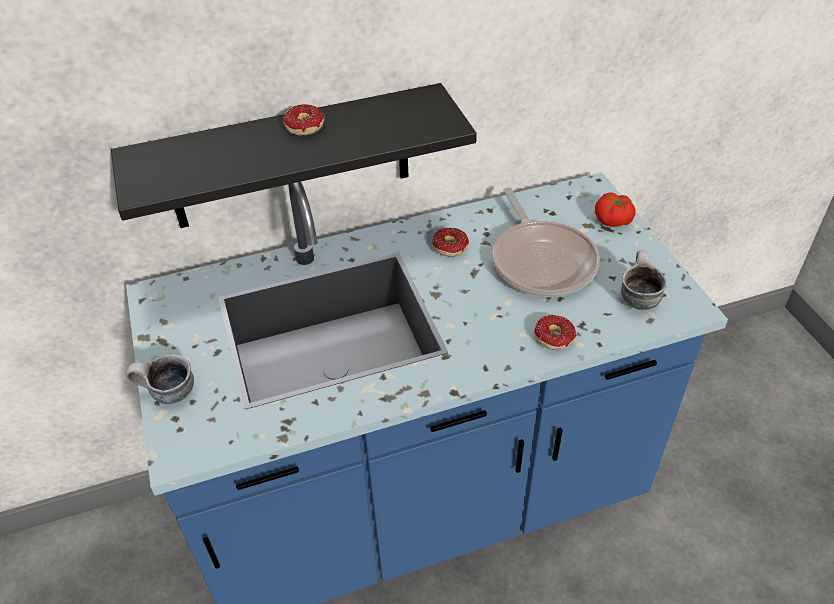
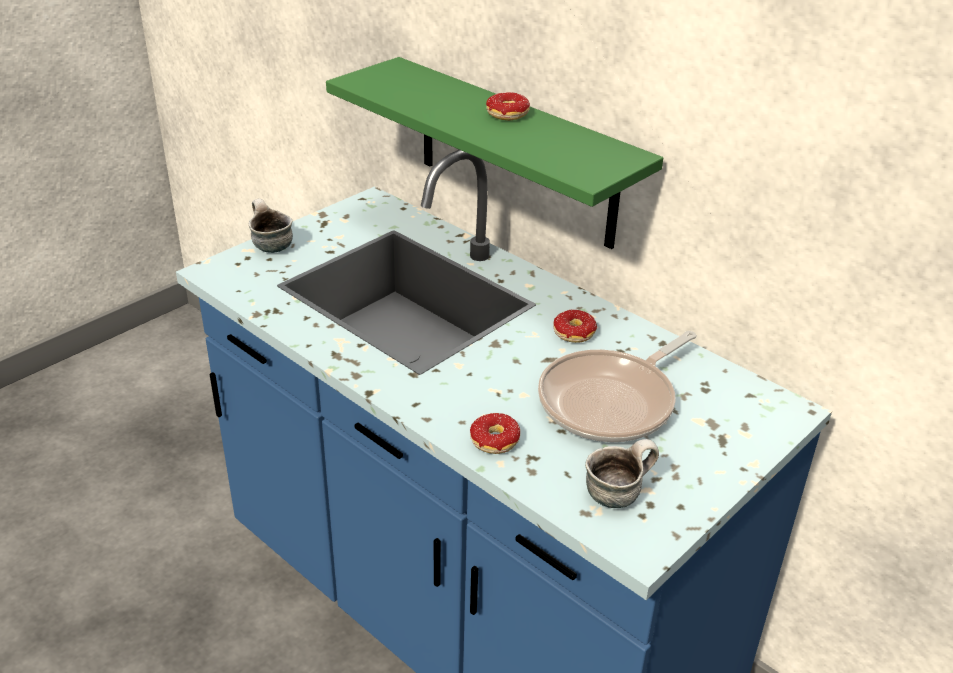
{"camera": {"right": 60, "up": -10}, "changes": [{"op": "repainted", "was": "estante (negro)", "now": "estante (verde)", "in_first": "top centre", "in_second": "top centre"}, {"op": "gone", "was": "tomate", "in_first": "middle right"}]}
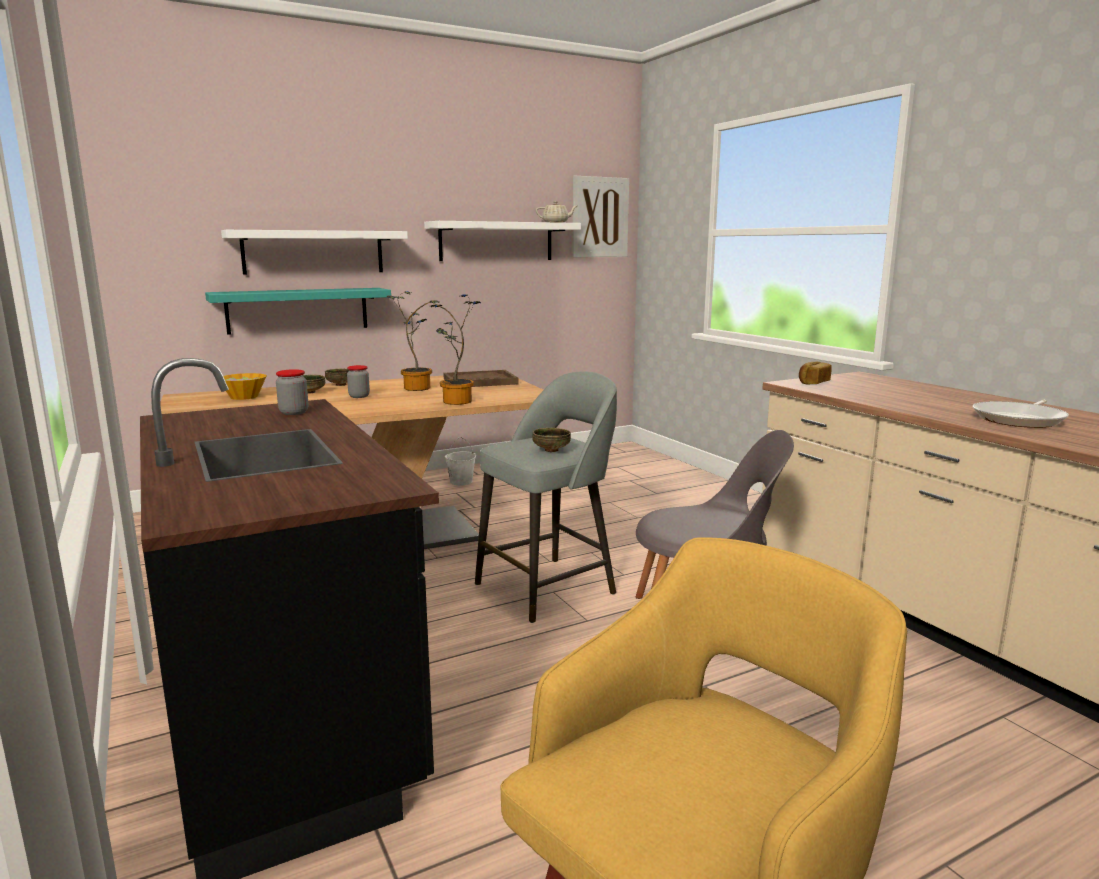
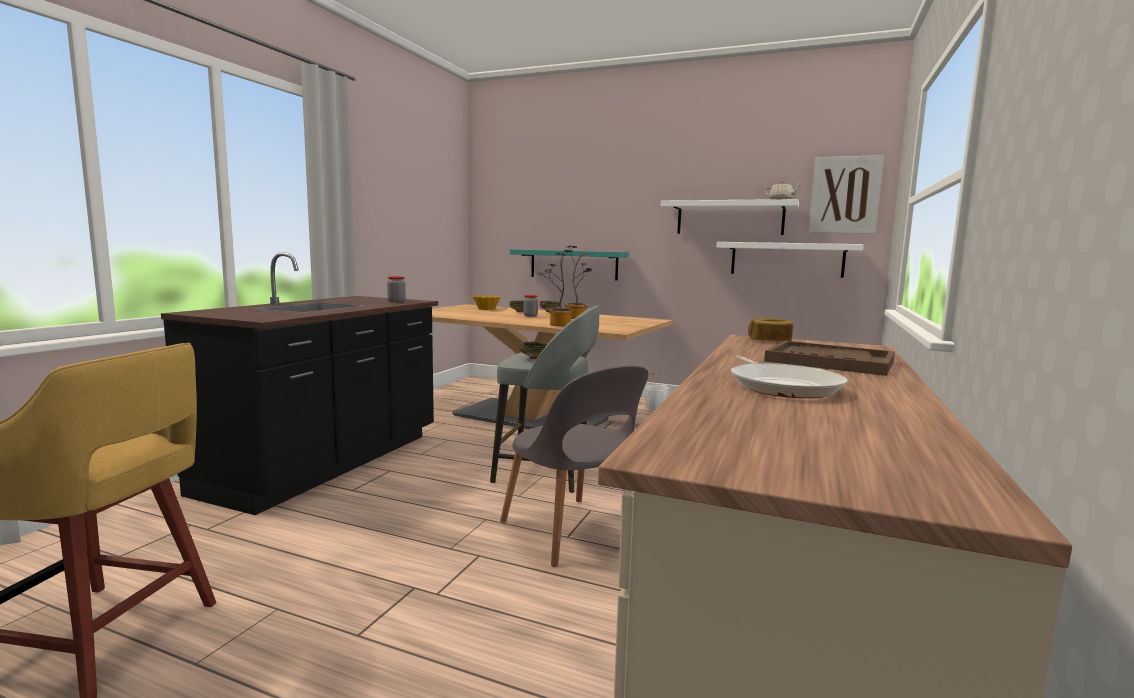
{"camera": {"right": 50, "up": -5}, "changes": [{"op": "shifted", "was": "estante (blanco) (no. 1 from left in the first image)", "now": "estante (blanco) (no. 2 from left)", "in_first": "top left", "in_second": "middle right"}, {"op": "rotated", "was": "sartén", "in_first": "middle right", "in_second": "middle right", "clockwise": -105}, {"op": "shifted", "was": "bandeja (marrón)", "in_first": "centre", "in_second": "middle right"}]}
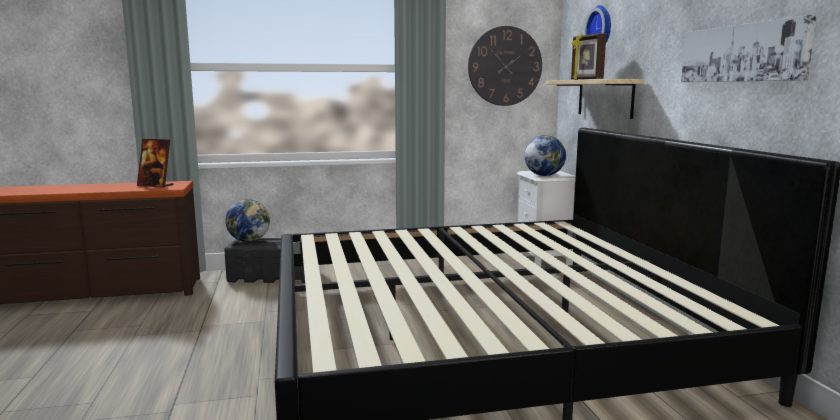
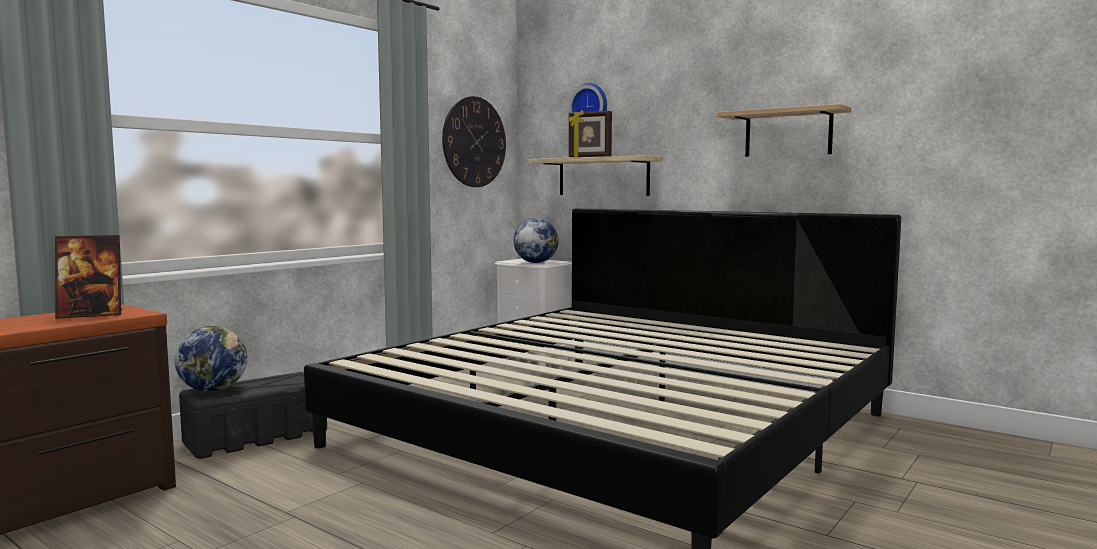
{"camera": {"right": -40, "up": -5}, "changes": [{"op": "swapped", "was": "cuadro", "now": "estante (no. 2 from left)", "in_first": "top right", "in_second": "top right"}]}
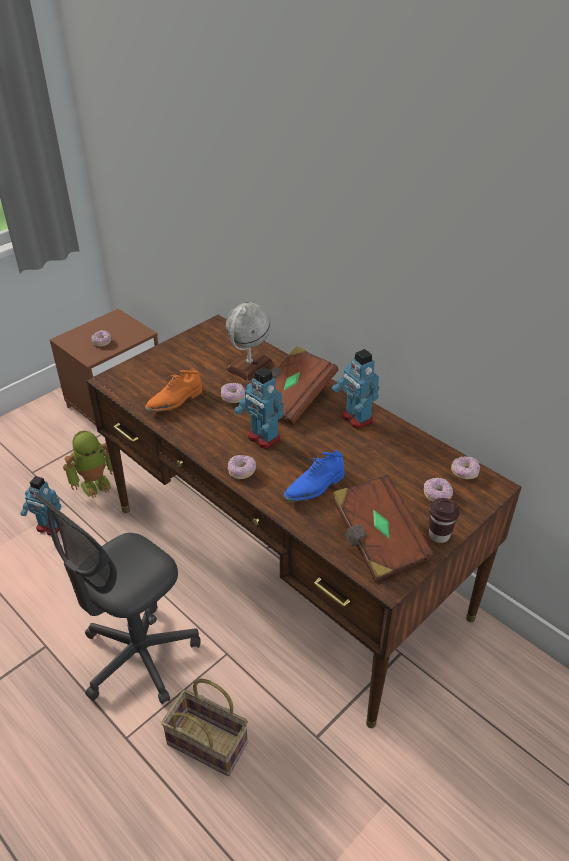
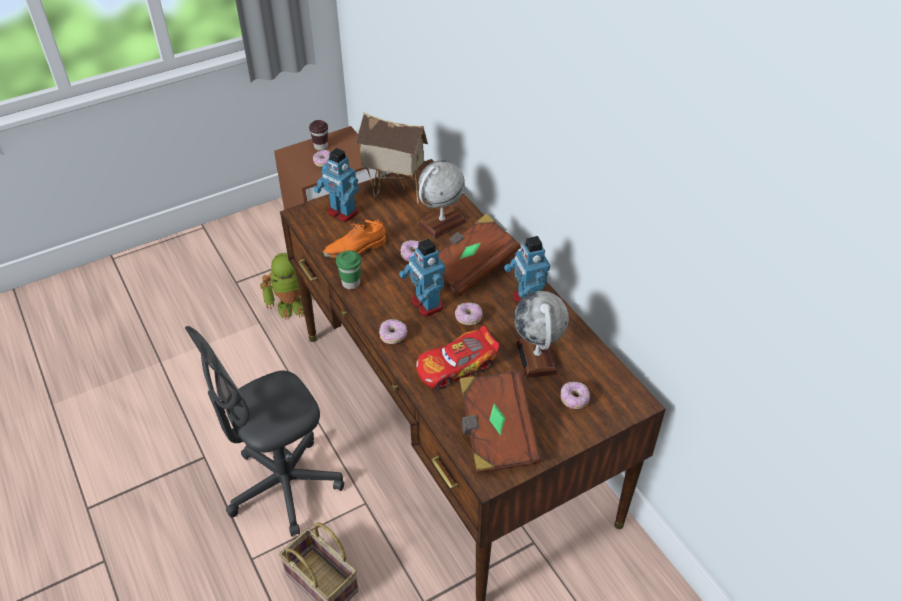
{"camera": {"right": 15, "up": 5}, "changes": [{"op": "shifted", "was": "taza (marrón)", "in_first": "middle right", "in_second": "top centre"}, {"op": "shifted", "was": "robot de juguete (no. 1 from left in the first image)", "now": "robot de juguete (no. 2 from left)", "in_first": "middle left", "in_second": "top centre"}, {"op": "new", "now": "taza (verde)", "in_second": "centre"}, {"op": "new", "now": "casita", "in_second": "top centre"}, {"op": "swapped", "was": "zapato (azul)", "now": "coche de juguete", "in_first": "centre", "in_second": "centre"}, {"op": "shifted", "was": "rosquilla (no. 5 from left in the first image)", "now": "rosquilla (no. 4 from left)", "in_first": "middle right", "in_second": "centre"}, {"op": "new", "now": "globo terráqueo (no. 2 from left)", "in_second": "centre"}]}
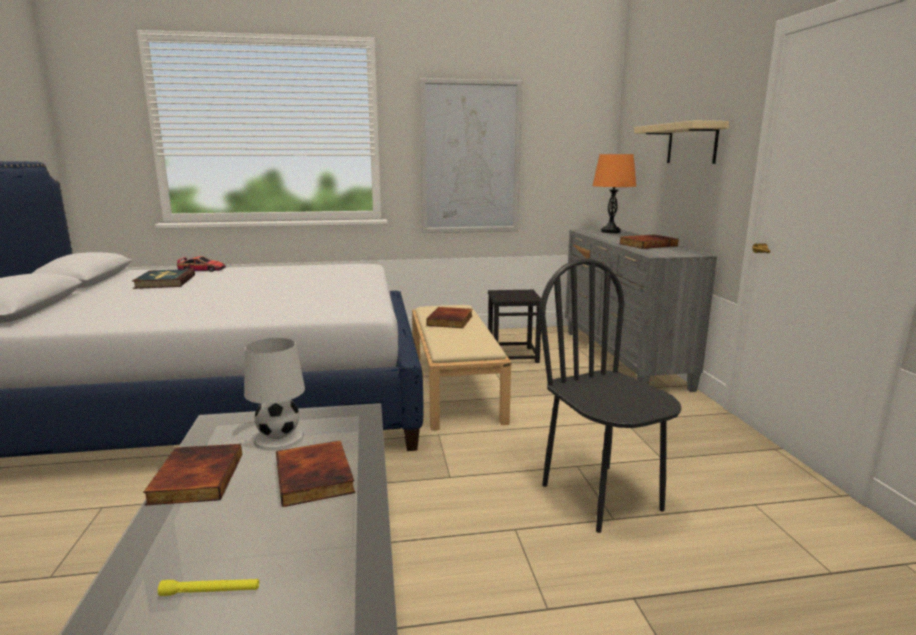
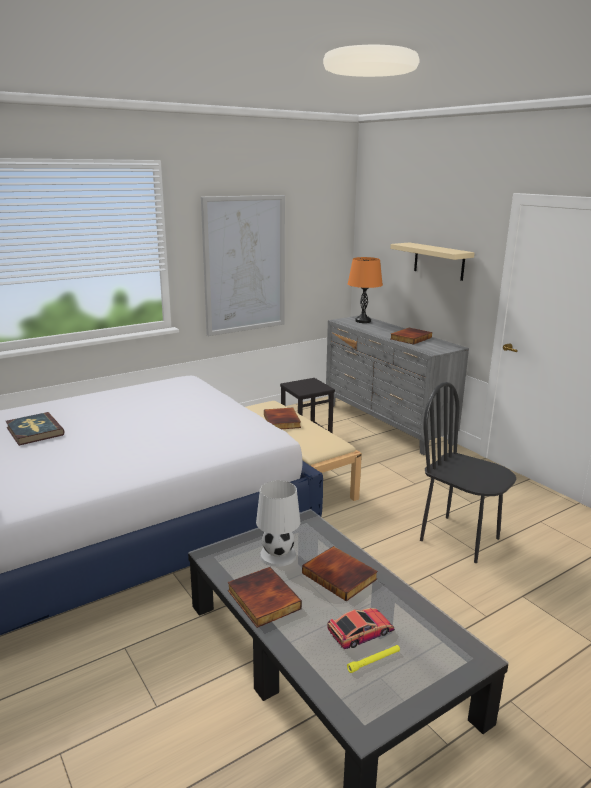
{"camera": {"right": -25, "up": 5}, "changes": [{"op": "shifted", "was": "coche de juguete", "in_first": "middle left", "in_second": "bottom centre"}]}
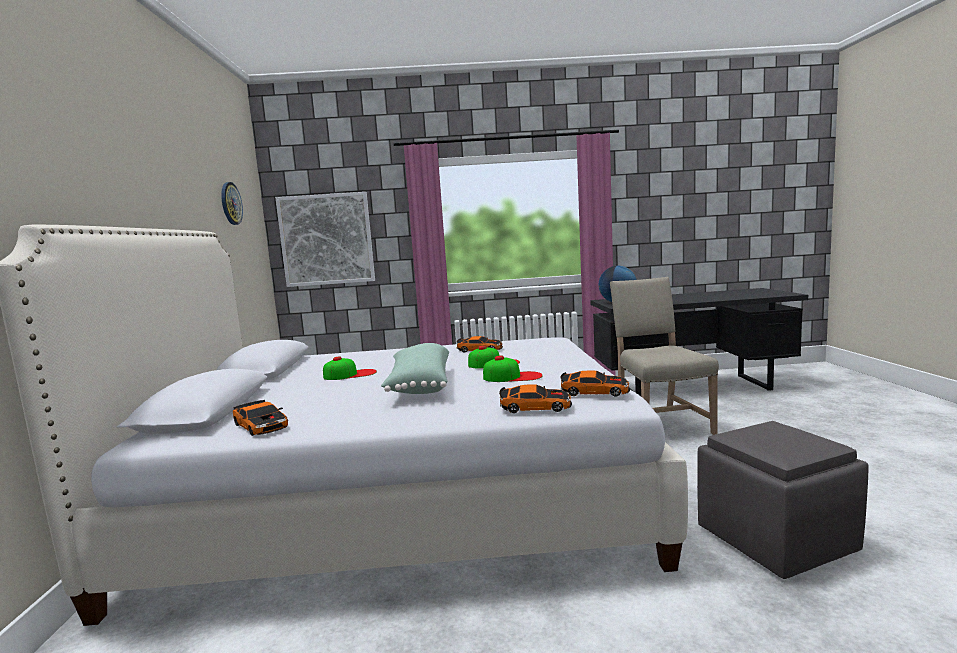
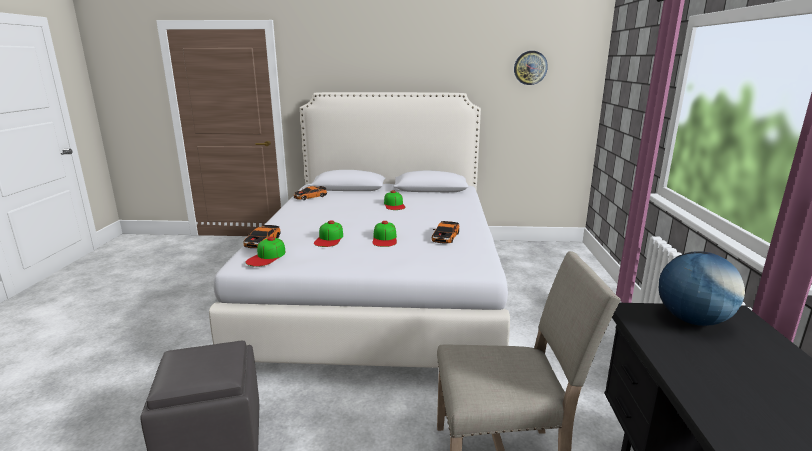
{"camera": {"right": 95, "up": 10}, "changes": [{"op": "swapped", "was": "coche de juguete (no. 4 from left)", "now": "gorra (no. 1 from left)", "in_first": "centre", "in_second": "middle left"}, {"op": "gone", "was": "cuadro", "in_first": "centre"}, {"op": "gone", "was": "cojín (verde)", "in_first": "centre"}]}
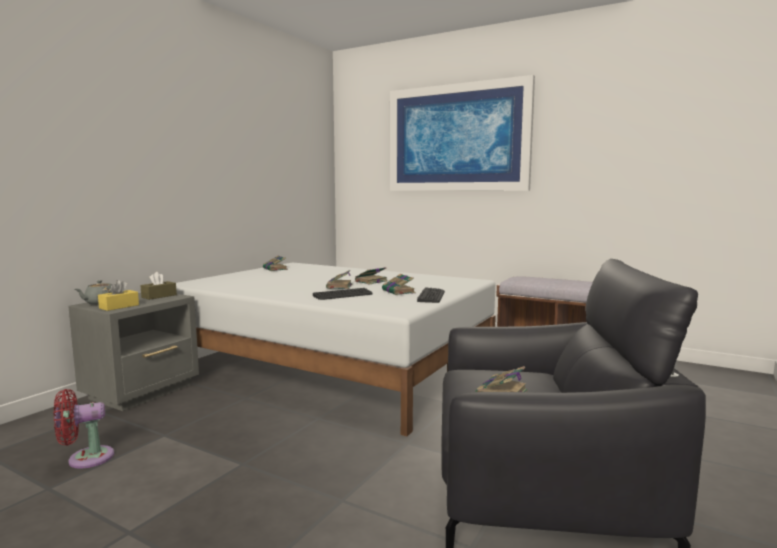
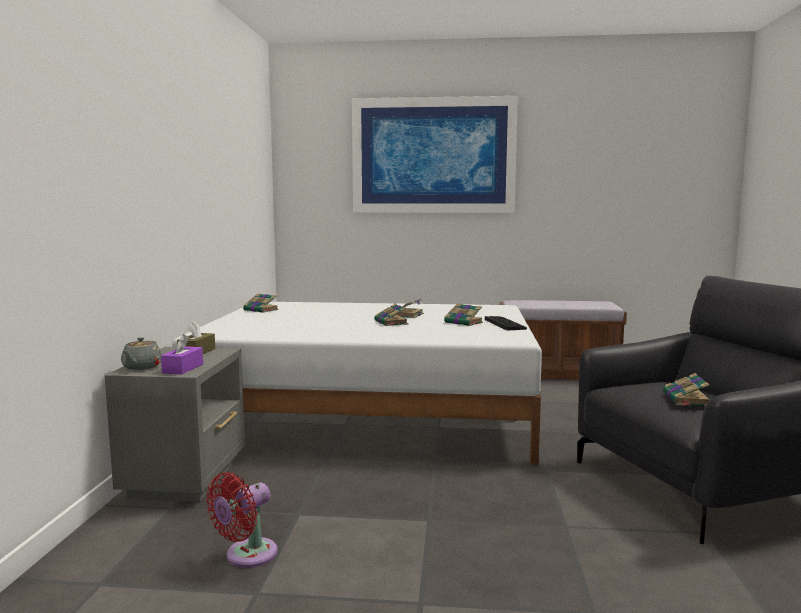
{"camera": {"right": -25, "up": 0}, "changes": [{"op": "repainted", "was": "caja de pañuelos (amarillo)", "now": "caja de pañuelos (morado)", "in_first": "middle left", "in_second": "middle left"}, {"op": "gone", "was": "teclado (no. 1 from left)", "in_first": "centre"}]}
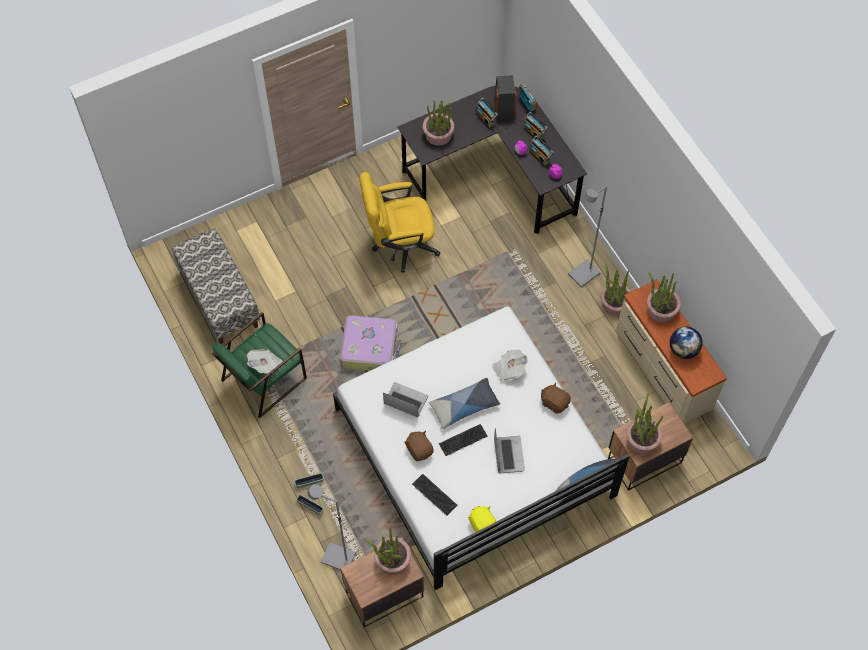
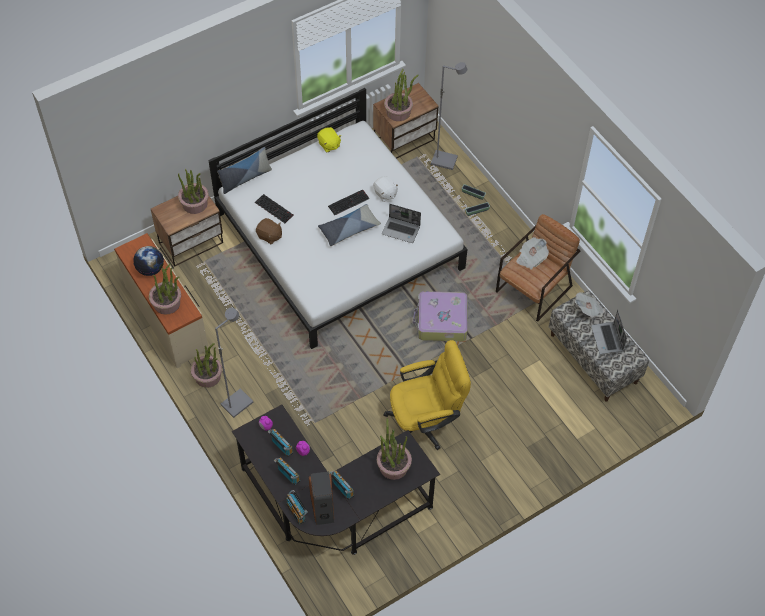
{"camera": {"right": 175, "up": -5}, "changes": [{"op": "shifted", "was": "teclado (no. 1 from left)", "in_first": "bottom centre", "in_second": "centre"}, {"op": "repainted", "was": "peluche (marrón) (no. 1 from left)", "now": "peluche (blanco)", "in_first": "bottom centre", "in_second": "top centre"}, {"op": "repainted", "was": "sillón (verde)", "now": "sillón (marrón)", "in_first": "middle left", "in_second": "middle right"}, {"op": "shifted", "was": "periódico (no. 2 from left)", "in_first": "centre", "in_second": "middle right"}, {"op": "shifted", "was": "portátil (no. 2 from left)", "in_first": "bottom centre", "in_second": "middle right"}]}
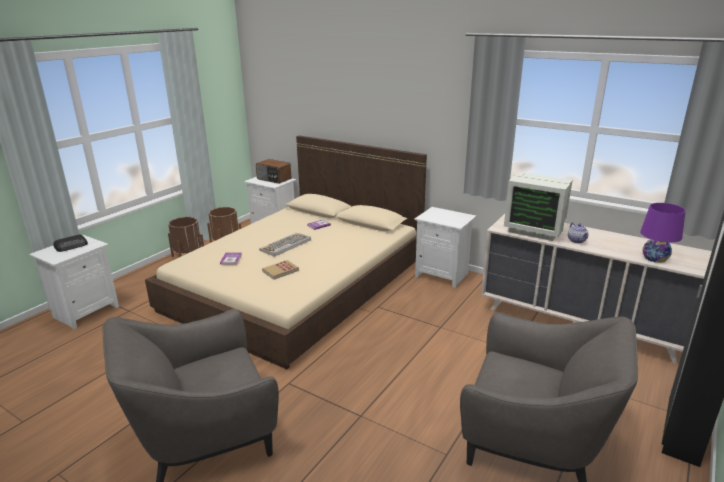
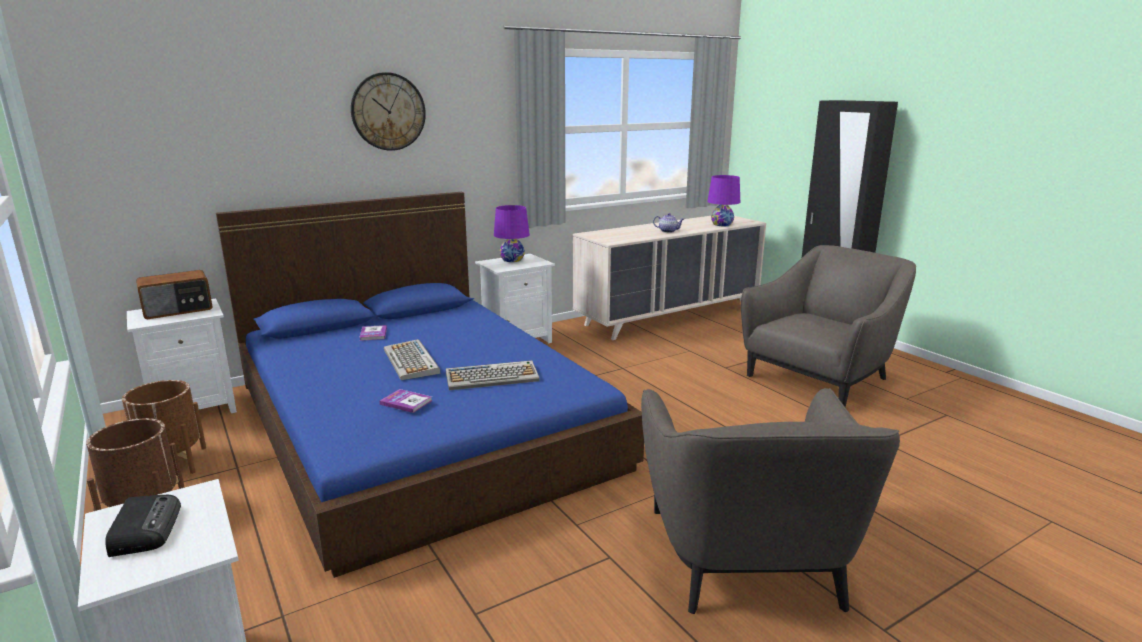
{"camera": {"right": -65, "up": -5}, "changes": [{"op": "repainted", "was": "cama (beis)", "now": "cama (azul)", "in_first": "centre", "in_second": "centre"}, {"op": "new", "now": "reloj de pared", "in_second": "top centre"}, {"op": "swapped", "was": "libro (no. 2 from left)", "now": "teclado (no. 2 from left)", "in_first": "centre", "in_second": "centre"}, {"op": "new", "now": "lámpara de mesa (morado) (no. 1 from left)", "in_second": "centre"}, {"op": "gone", "was": "monitor", "in_first": "middle right"}]}
